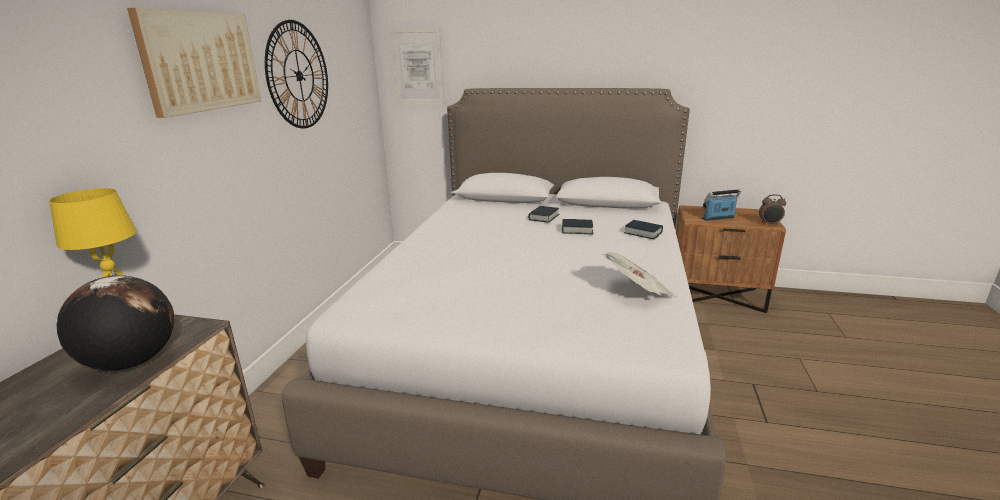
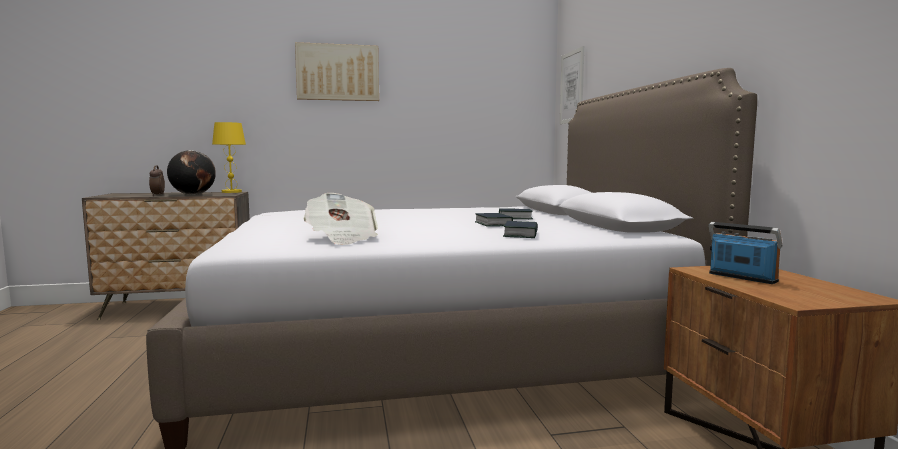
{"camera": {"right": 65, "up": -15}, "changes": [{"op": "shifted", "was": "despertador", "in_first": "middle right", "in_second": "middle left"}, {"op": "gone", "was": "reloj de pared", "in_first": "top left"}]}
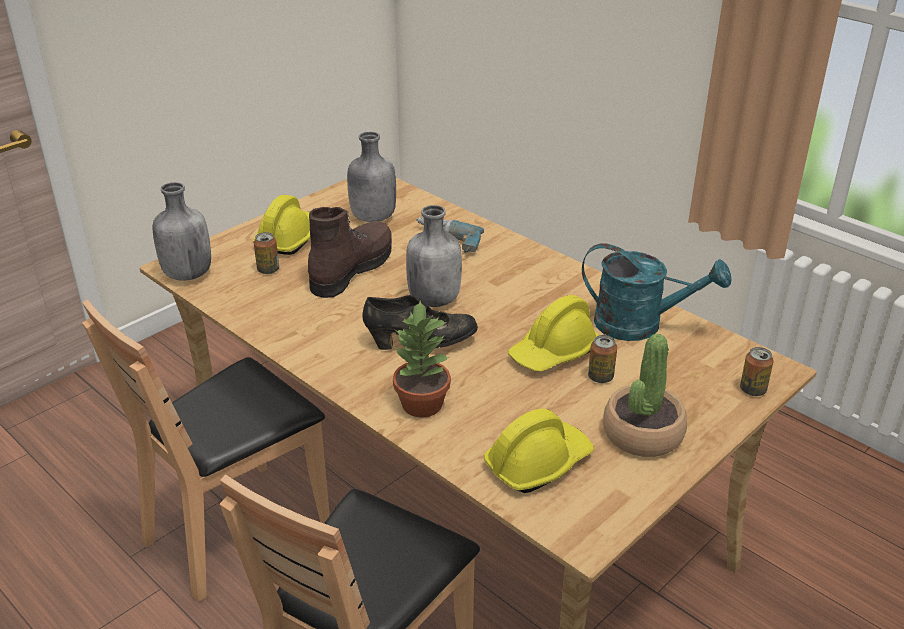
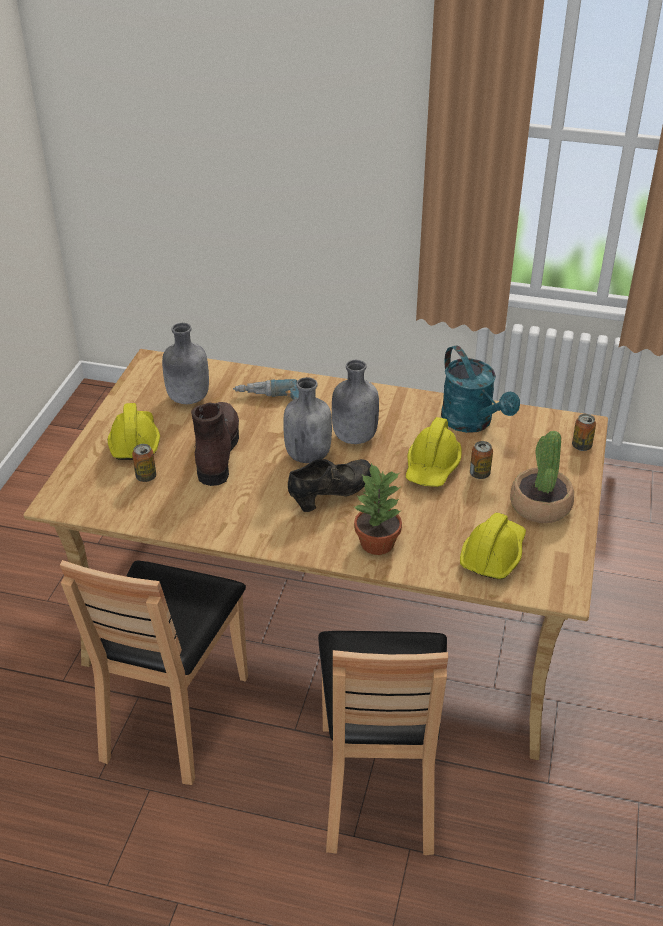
{"camera": {"right": -30, "up": 5}, "changes": [{"op": "shifted", "was": "botella (gris) (no. 1 from left in the first image)", "now": "botella (gris) (no. 3 from left)", "in_first": "middle left", "in_second": "centre"}, {"op": "rotated", "was": "regadera (turquesa)", "in_first": "middle right", "in_second": "middle right", "clockwise": 75}]}
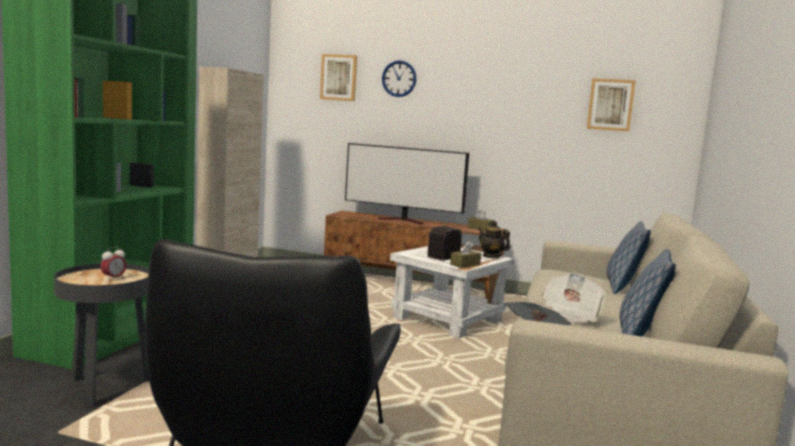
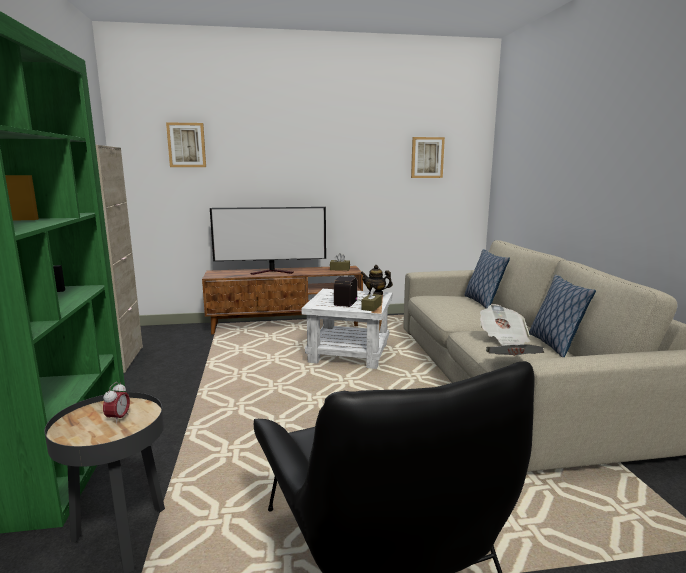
{"camera": {"right": -25, "up": 5}, "changes": [{"op": "gone", "was": "reloj de pared", "in_first": "top centre"}]}
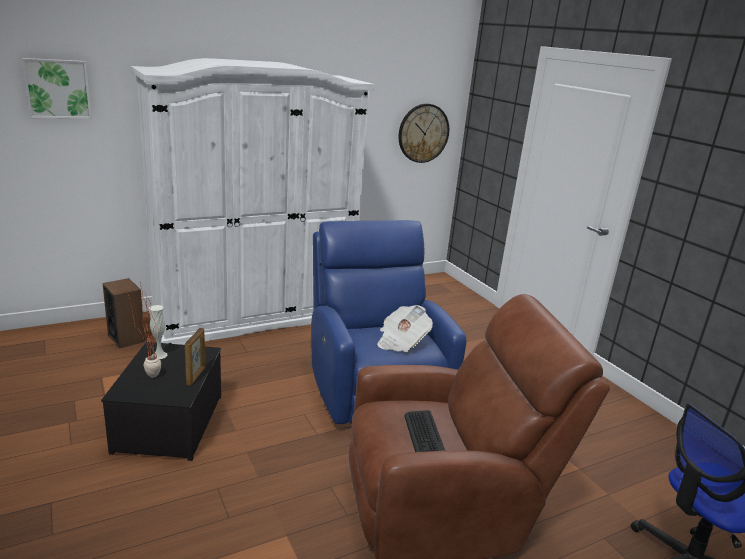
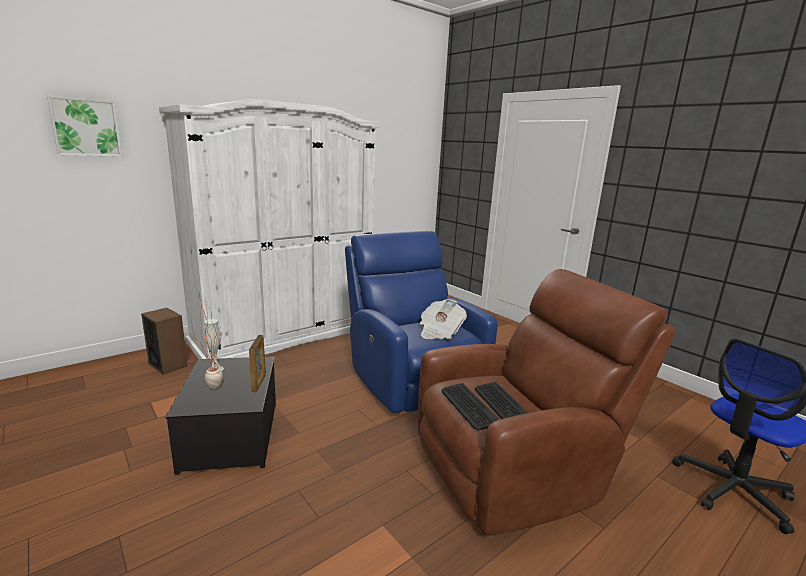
{"camera": {"right": -10, "up": -5}, "changes": [{"op": "new", "now": "teclado (no. 1 from left)", "in_second": "bottom centre"}, {"op": "gone", "was": "reloj de pared", "in_first": "top centre"}]}
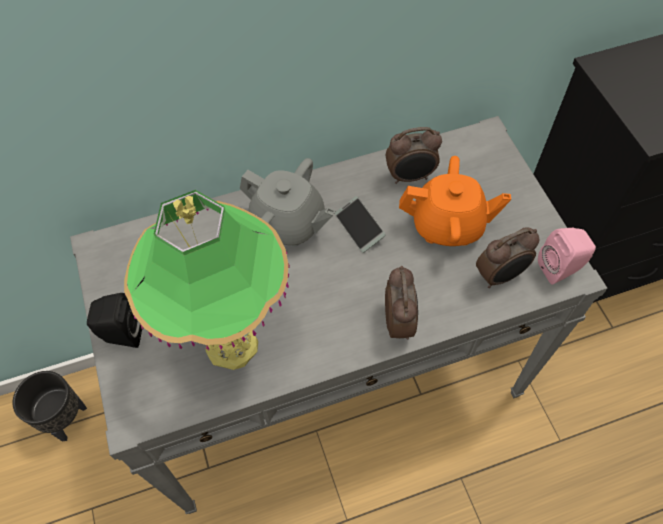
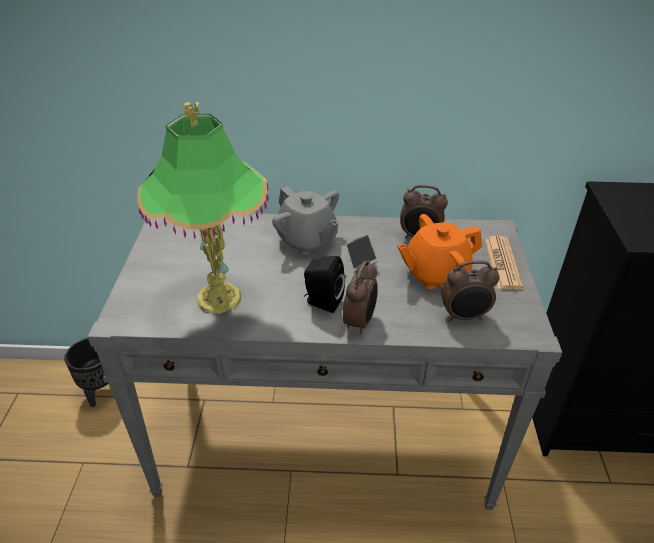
{"camera": {"right": 20, "up": -20}, "changes": [{"op": "shifted", "was": "altavoz (negro)", "in_first": "middle left", "in_second": "centre"}, {"op": "rotated", "was": "tetera (naranja)", "in_first": "middle right", "in_second": "middle right", "clockwise": 135}, {"op": "new", "now": "periódico", "in_second": "middle right"}, {"op": "gone", "was": "altavoz (rosa)", "in_first": "middle right"}]}
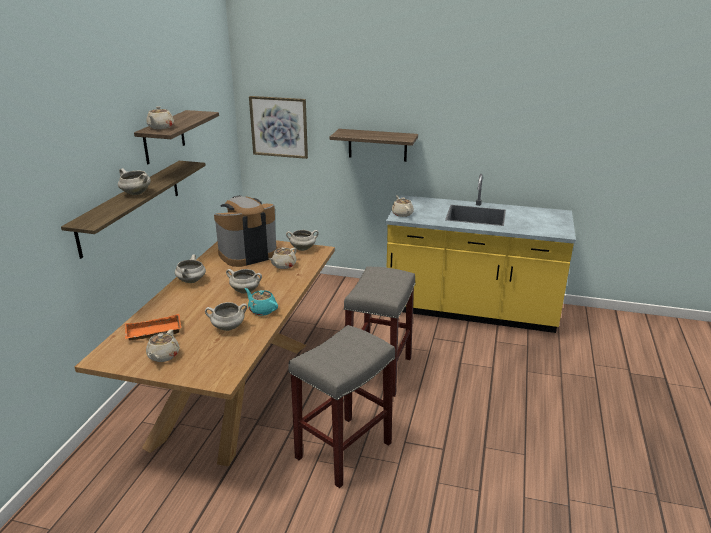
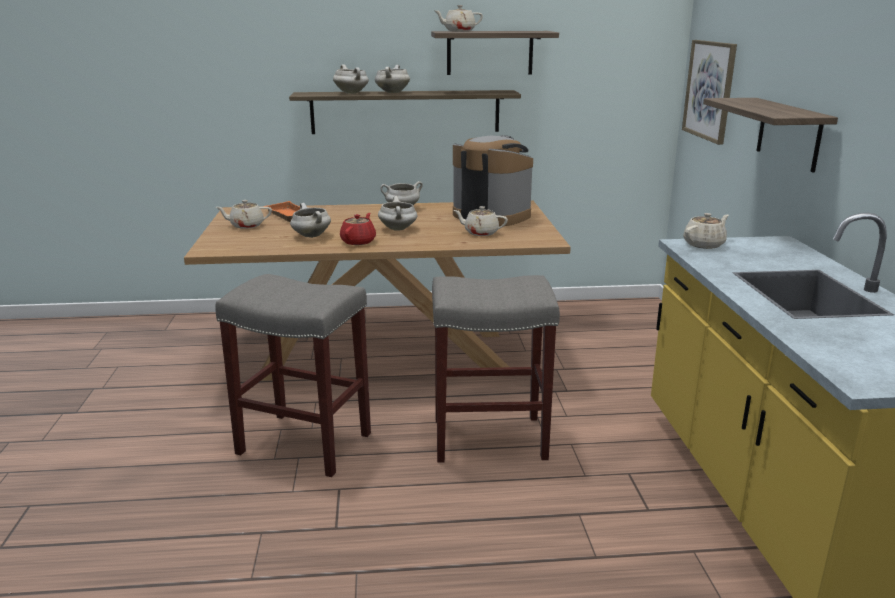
{"camera": {"right": 70, "up": -5}, "changes": [{"op": "shifted", "was": "olla (blanco) (no. 5 from left in the first image)", "now": "olla (blanco) (no. 2 from left)", "in_first": "centre", "in_second": "top centre"}, {"op": "repainted", "was": "tetera (turquesa)", "now": "tetera (rojo)", "in_first": "centre", "in_second": "centre"}]}
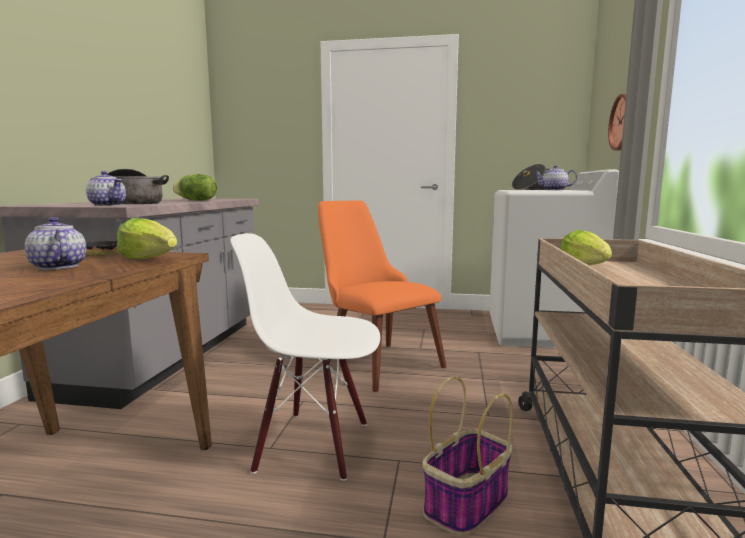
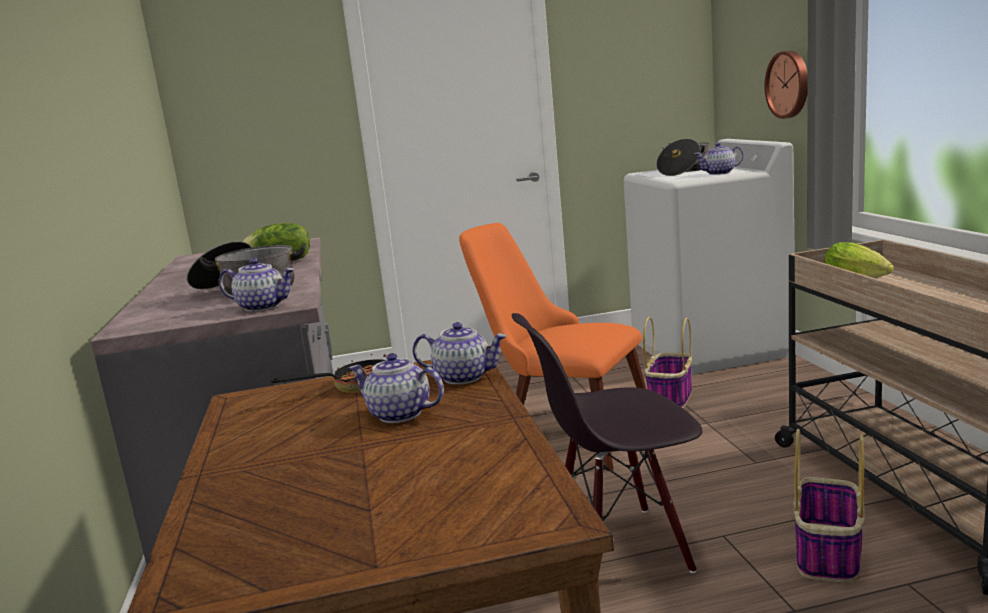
{"camera": {"right": -20, "up": 5}, "changes": [{"op": "swapped", "was": "lechuga (no. 1 from left)", "now": "tetera (no. 3 from left)", "in_first": "middle left", "in_second": "centre"}, {"op": "repainted", "was": "silla (blanco)", "now": "silla (negro)", "in_first": "centre", "in_second": "bottom centre"}, {"op": "new", "now": "cesta (no. 1 from left)", "in_second": "middle right"}]}
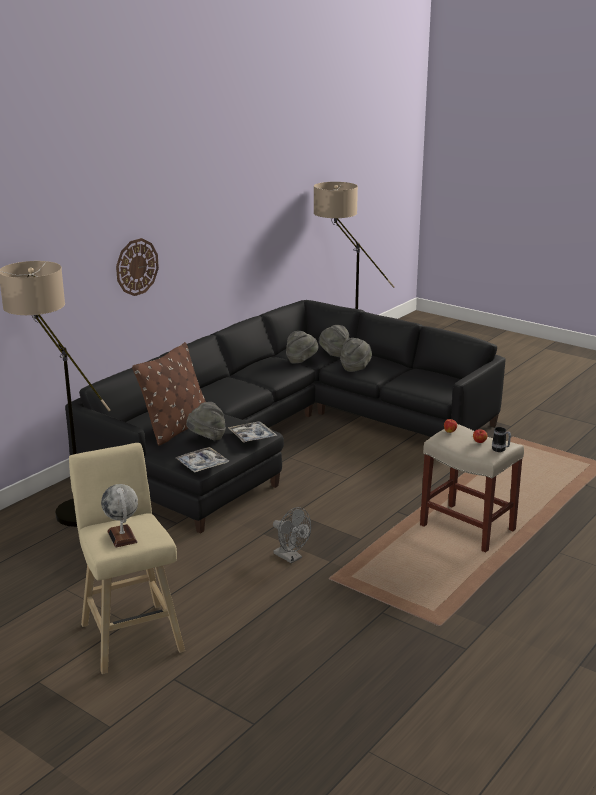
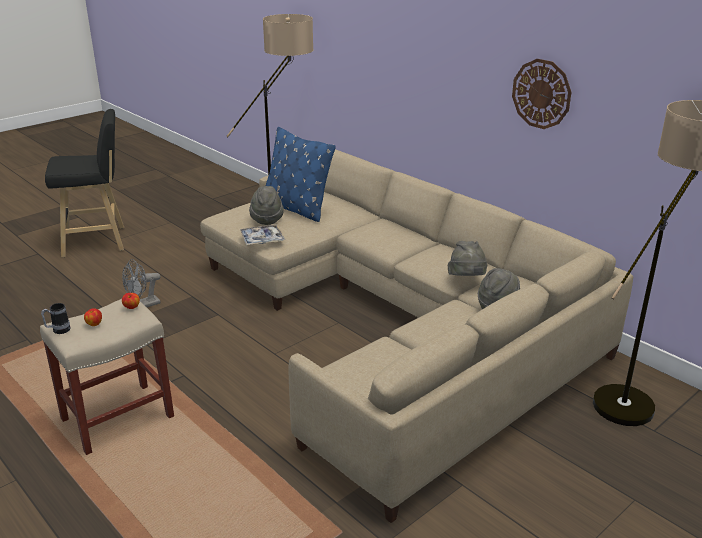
{"camera": {"right": 100, "up": 5}, "changes": [{"op": "repainted", "was": "taburete (beis) (no. 1 from left)", "now": "taburete (negro)", "in_first": "bottom left", "in_second": "middle left"}, {"op": "repainted", "was": "sofá (negro)", "now": "sofá (beis)", "in_first": "centre", "in_second": "centre"}, {"op": "repainted", "was": "cojín (marrón)", "now": "cojín (azul)", "in_first": "middle left", "in_second": "top centre"}, {"op": "shifted", "was": "reloj de pared", "in_first": "middle left", "in_second": "top right"}, {"op": "gone", "was": "globo terráqueo", "in_first": "middle left"}, {"op": "gone", "was": "bandeja (no. 1 from left)", "in_first": "centre"}, {"op": "gone", "was": "sombrero (gris) (no. 4 from left)", "in_first": "centre"}]}
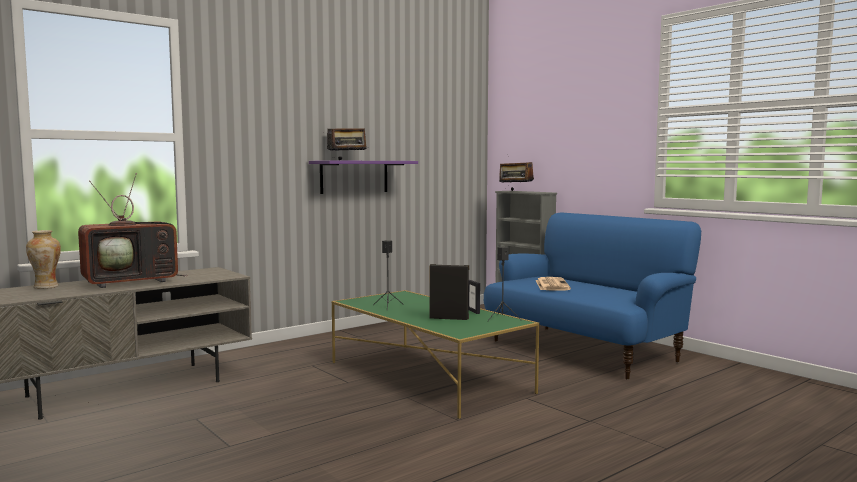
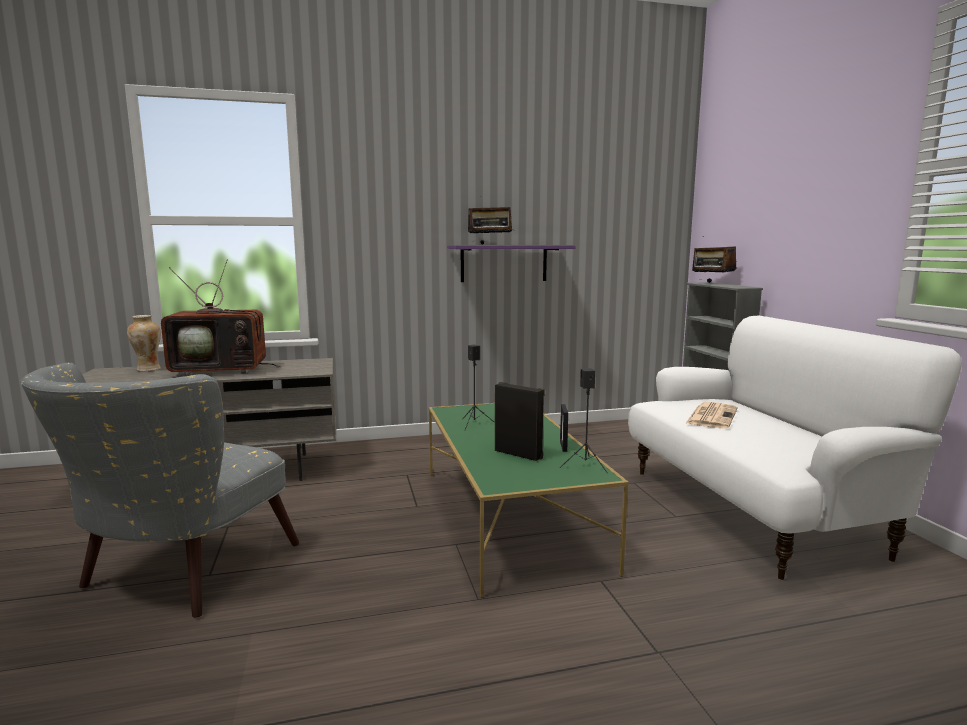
{"camera": {"right": 25, "up": 5}, "changes": [{"op": "new", "now": "sillón (gris)", "in_second": "bottom left"}, {"op": "repainted", "was": "sofá (azul)", "now": "sofá (blanco)", "in_first": "middle right", "in_second": "middle right"}]}
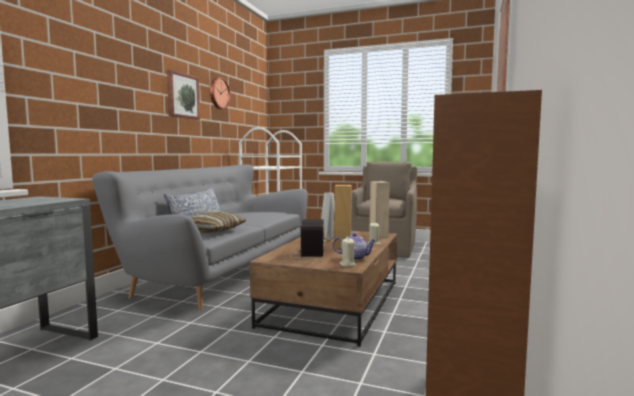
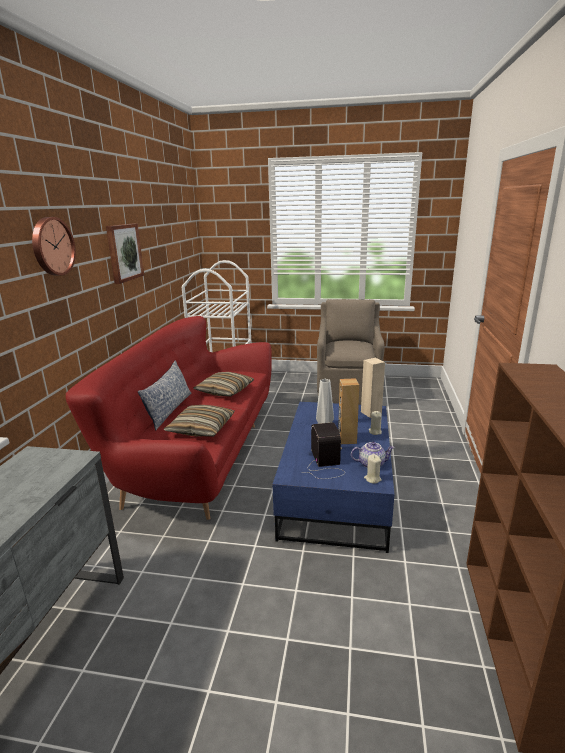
{"camera": {"right": -10, "up": 15}, "changes": [{"op": "shifted", "was": "reloj de pared", "in_first": "top centre", "in_second": "top left"}, {"op": "repainted", "was": "sofá (gris)", "now": "sofá (rojo)", "in_first": "middle left", "in_second": "middle left"}, {"op": "new", "now": "cojín (no. 3 from left)", "in_second": "centre"}, {"op": "repainted", "was": "mesa de centro (marrón)", "now": "mesa de centro (azul)", "in_first": "bottom centre", "in_second": "centre"}]}
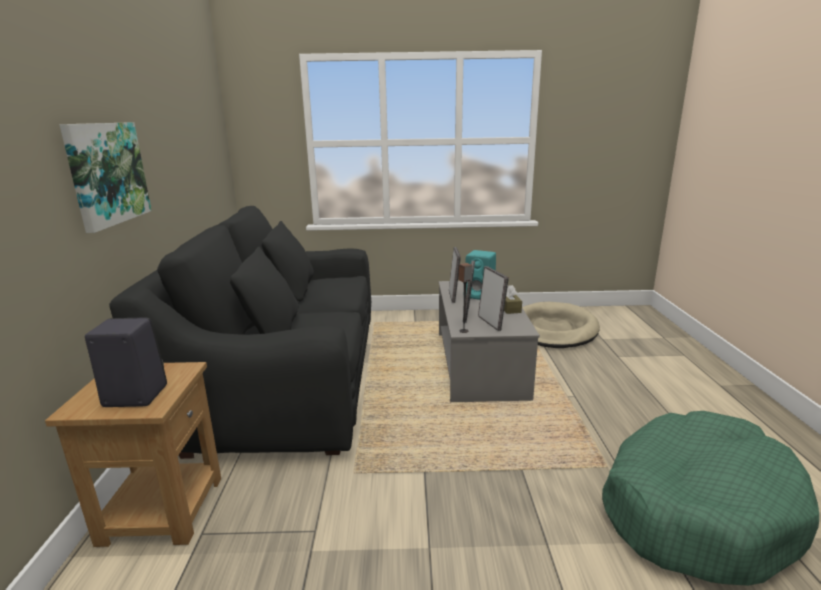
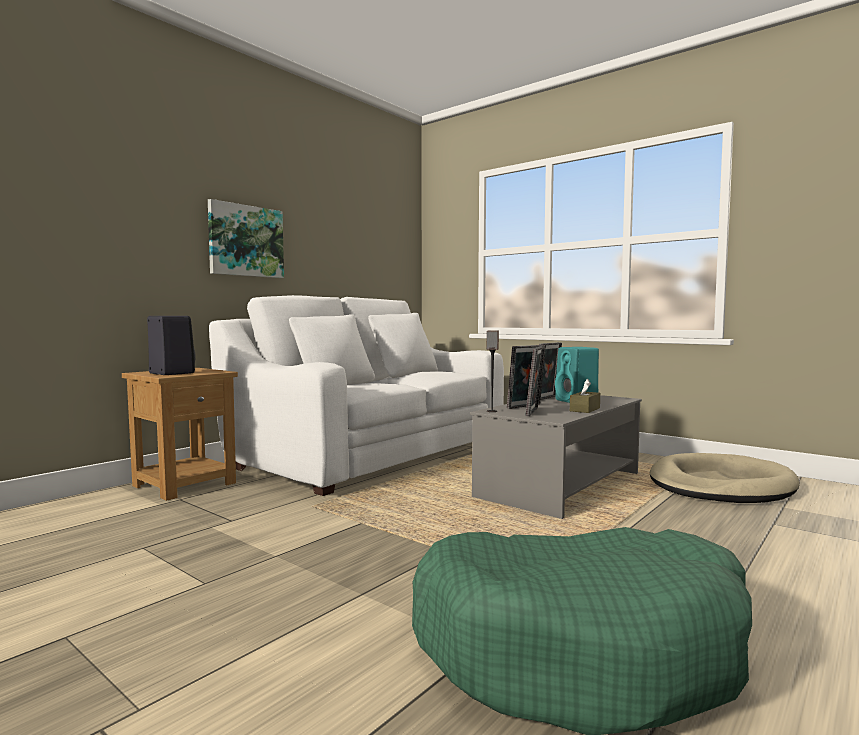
{"camera": {"right": 40, "up": -15}, "changes": [{"op": "repainted", "was": "sofá (negro)", "now": "sofá (blanco)", "in_first": "middle left", "in_second": "centre"}]}
